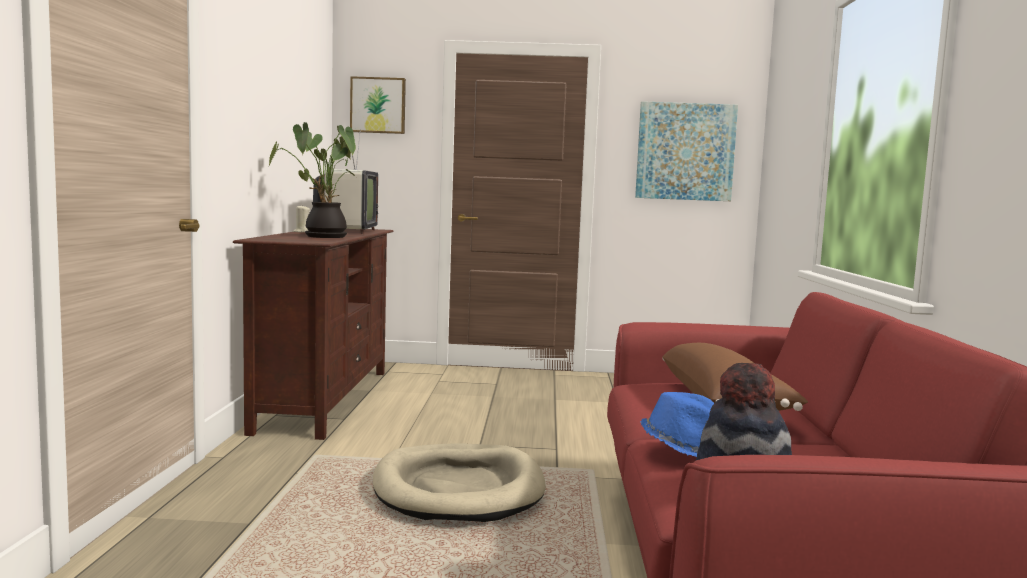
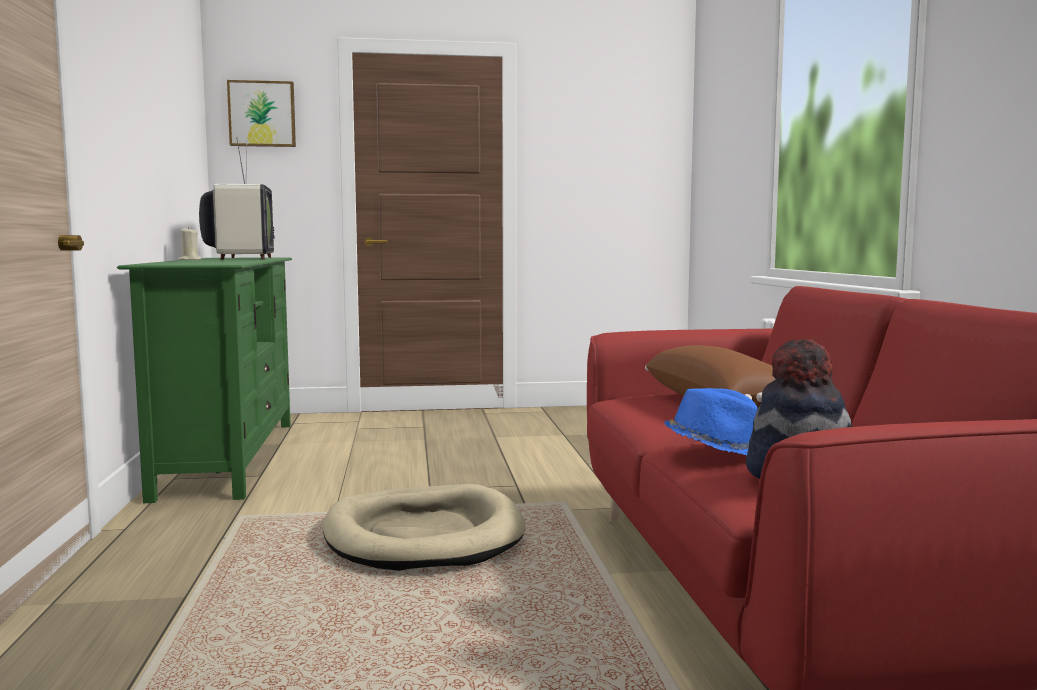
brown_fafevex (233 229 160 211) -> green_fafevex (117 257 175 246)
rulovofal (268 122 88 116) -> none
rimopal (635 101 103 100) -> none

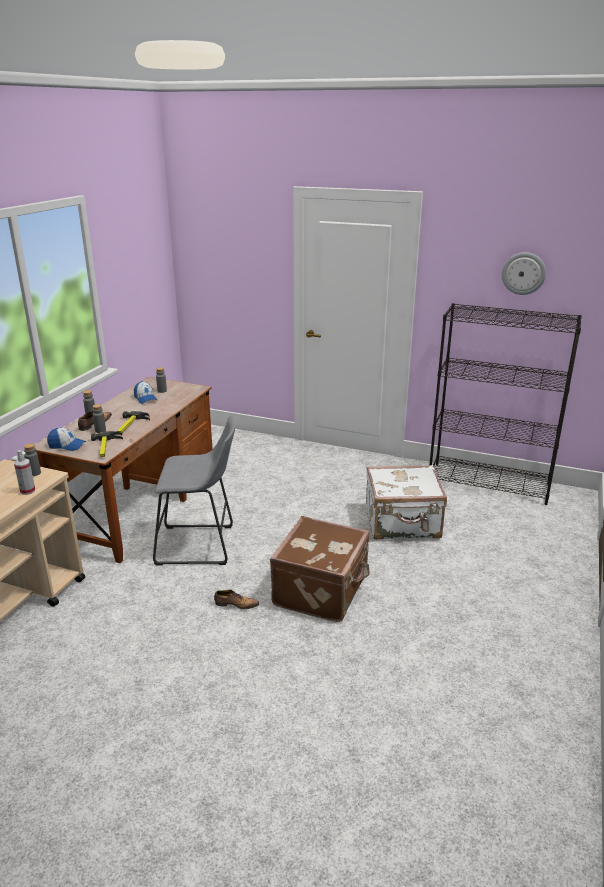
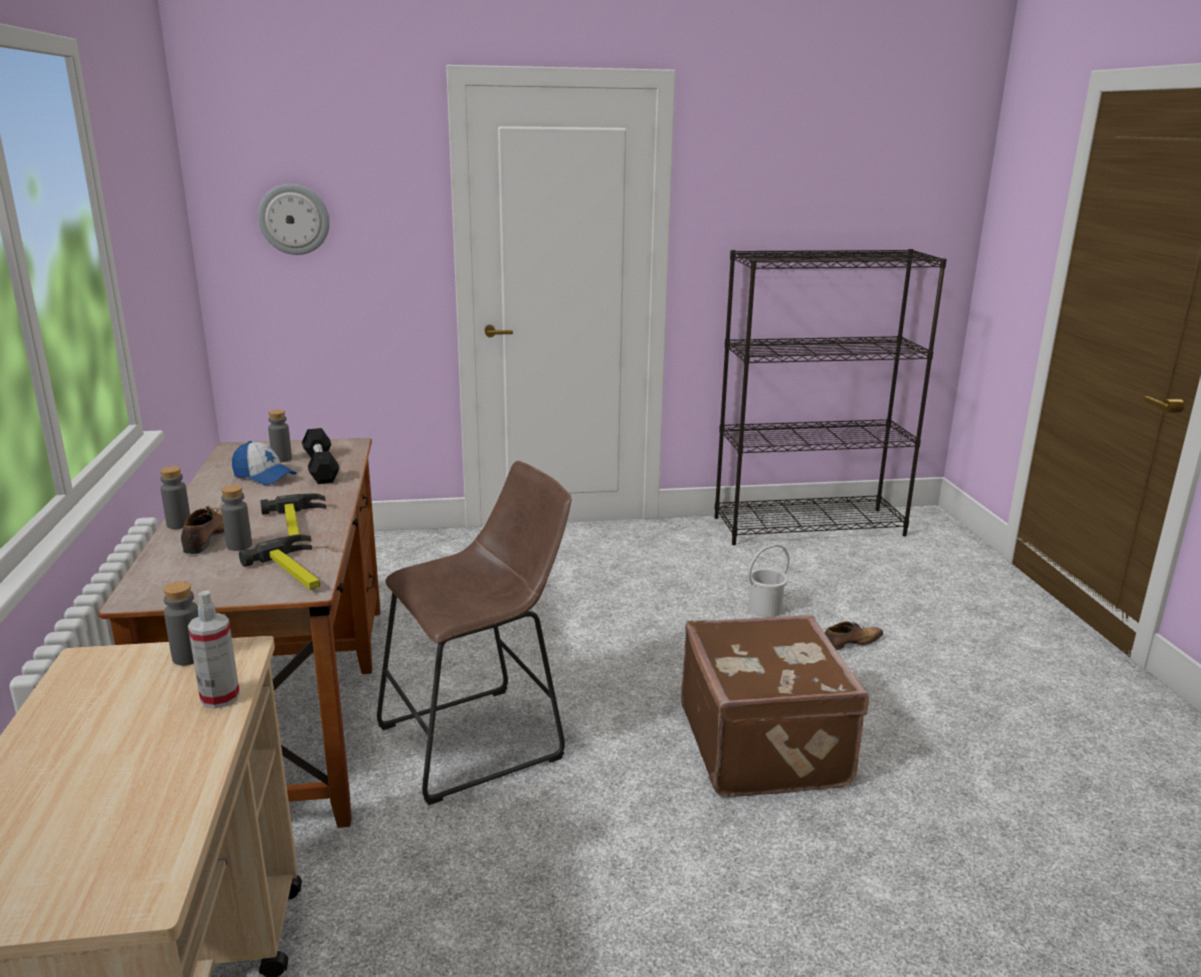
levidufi (47 428 39 23) -> none
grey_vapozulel (153 415 82 151) -> brown_vapozulel (377 461 194 344)
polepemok (214 590 45 19) -> polepemok (825 621 59 29), move
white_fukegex (366 465 81 75) -> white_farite (748 544 41 74)
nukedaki (502 252 44 43) -> nukedaki (258 184 72 71), move
none -> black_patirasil (302 428 38 56)

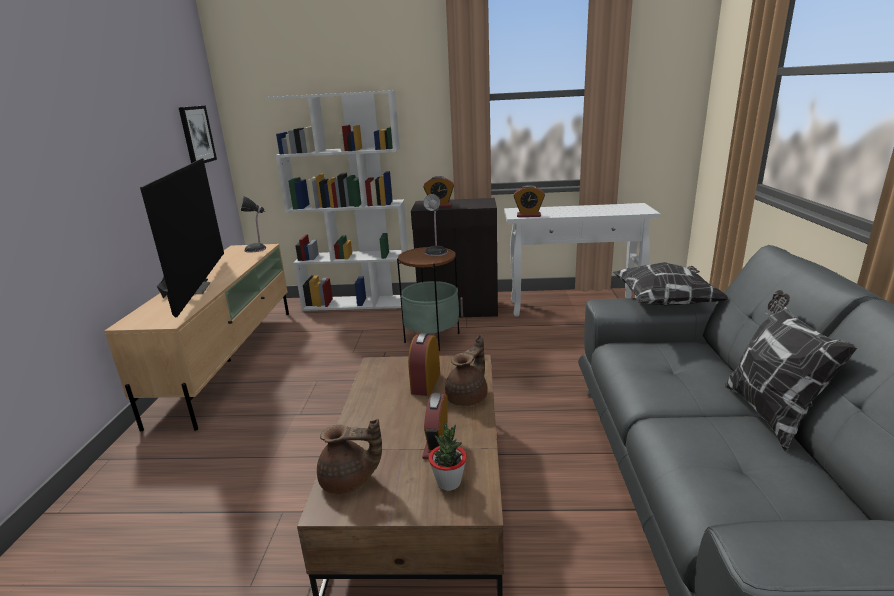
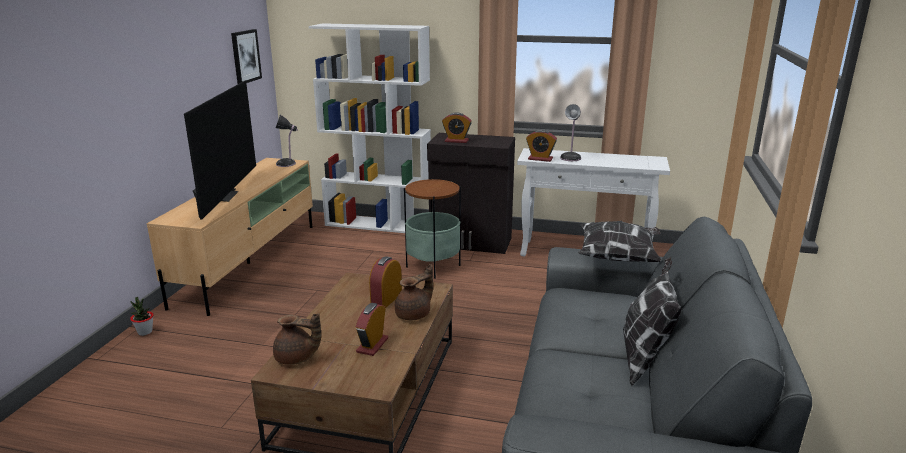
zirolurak (423 194 24 62) -> zirolurak (560 104 21 57), move
rulovofal (428 423 39 68) -> rulovofal (130 297 24 39), move

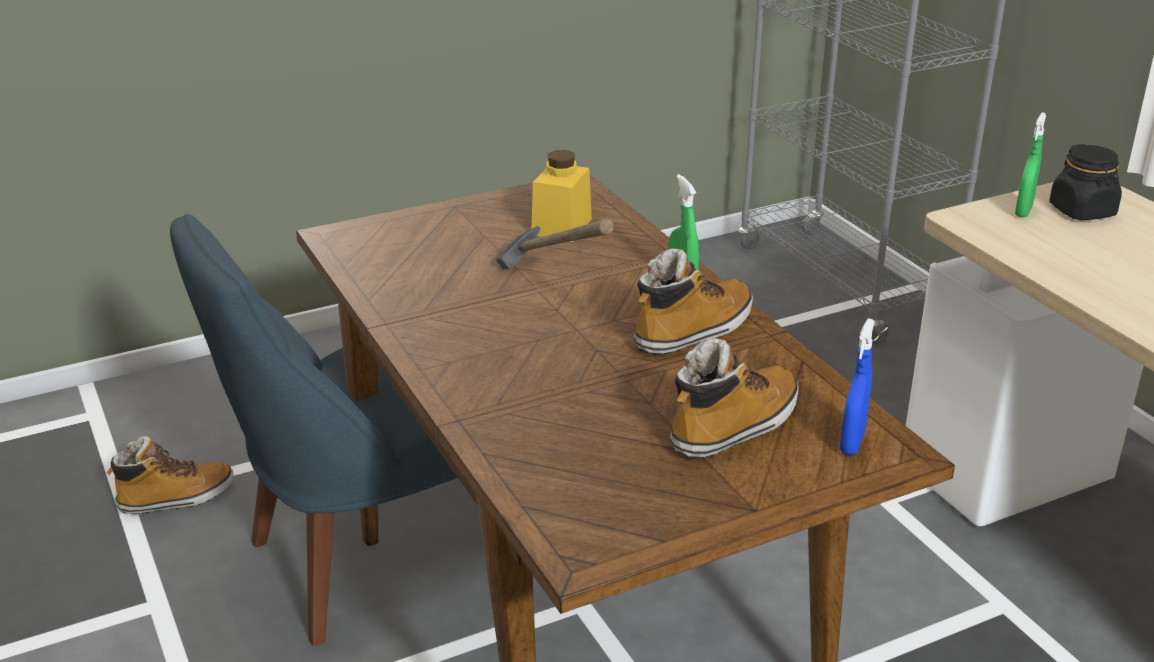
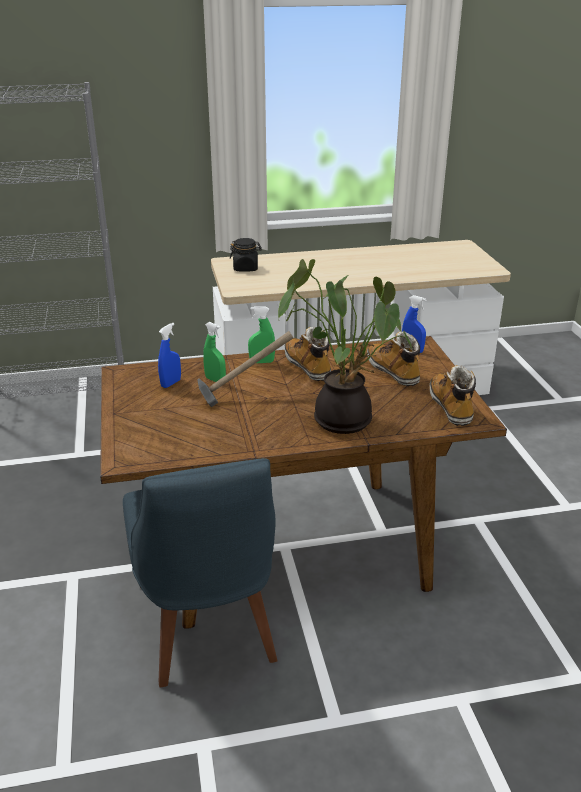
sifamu (106 436 128 78) -> sifamu (430 365 46 61), move
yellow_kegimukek (532 150 60 92) -> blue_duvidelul (158 323 23 65)
green_duvidelul (1015 113 31 104) -> green_duvidelul (203 322 23 60), move
none -> rulovofal (278 259 134 175)

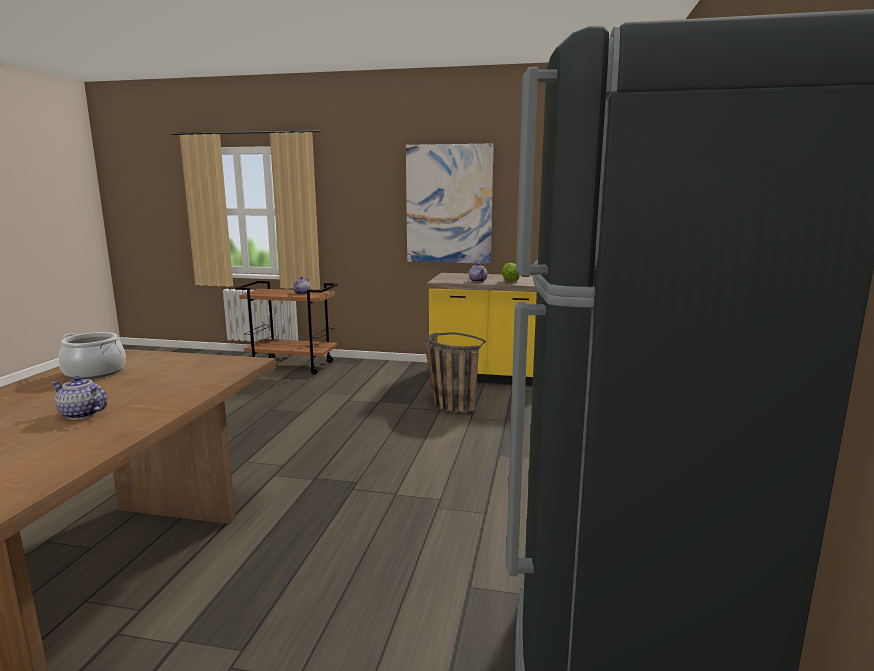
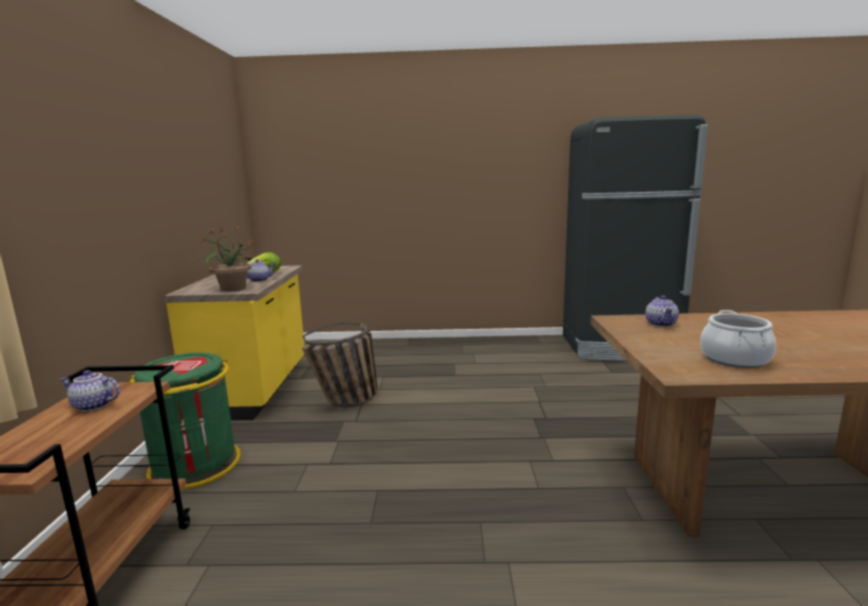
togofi (51 376 57 44) -> togofi (646 295 33 32), move
rimopal (406 144 88 120) -> none
none -> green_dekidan (128 352 113 137)
none -> rulovofal (198 226 58 65)

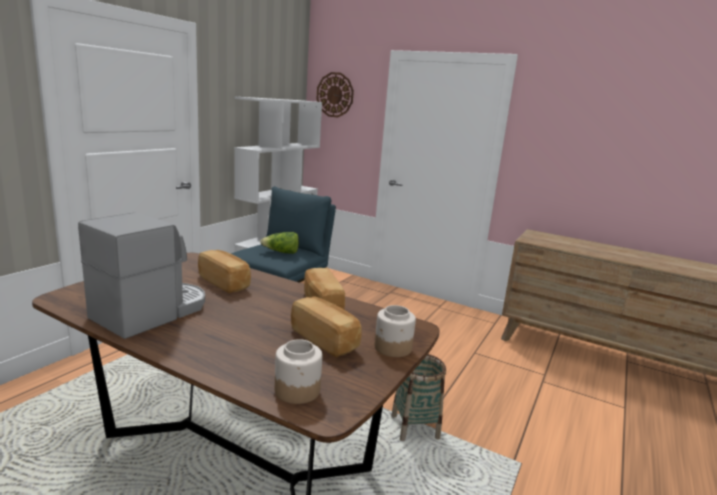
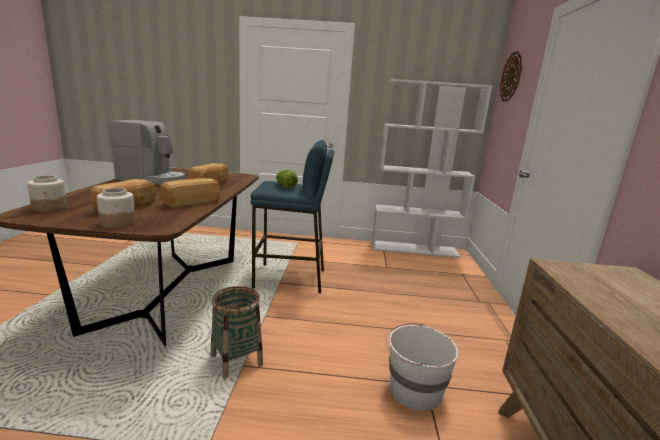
none -> white_farite (386 323 72 88)

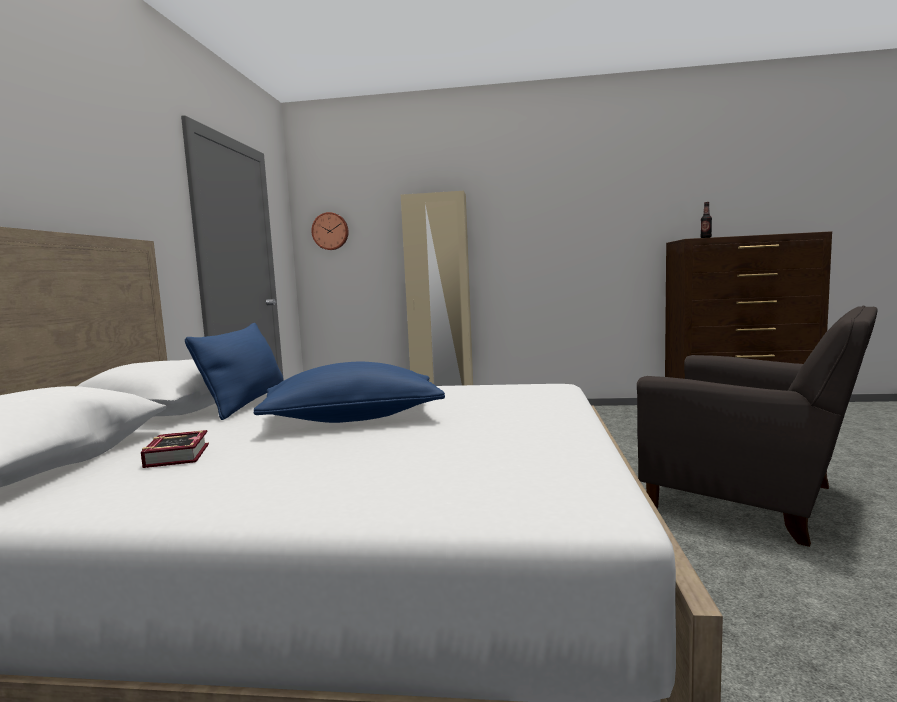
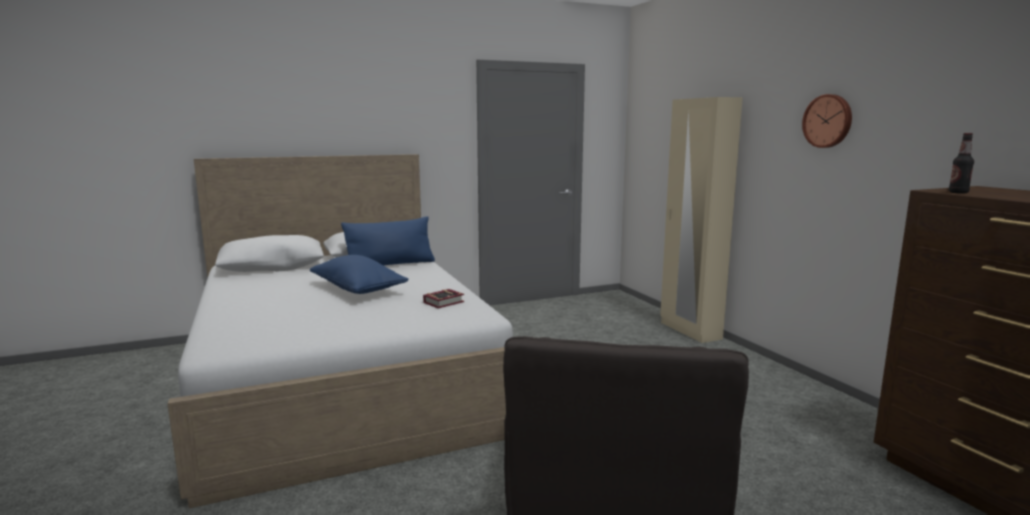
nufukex (141 430 68 38) -> nufukex (423 289 41 19), move
nukedaki (311 212 38 38) -> nukedaki (802 94 50 54), move

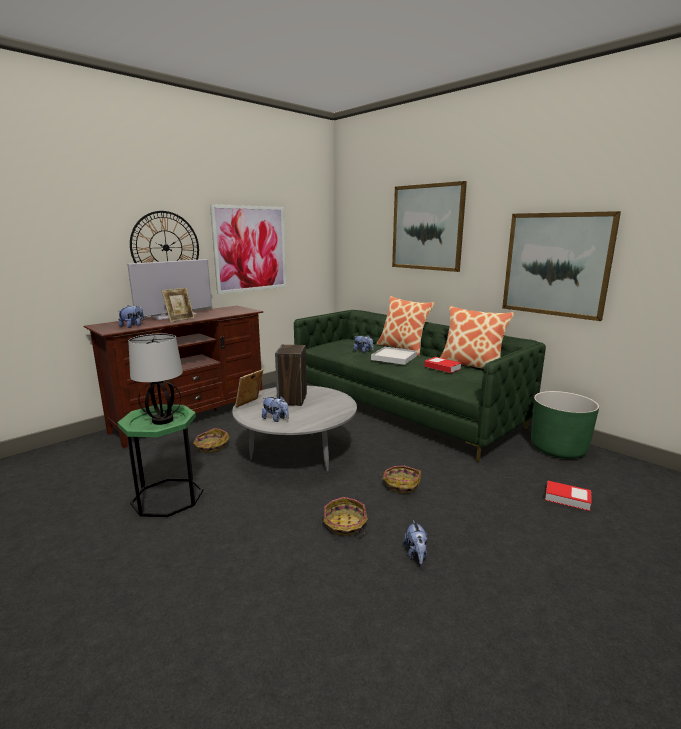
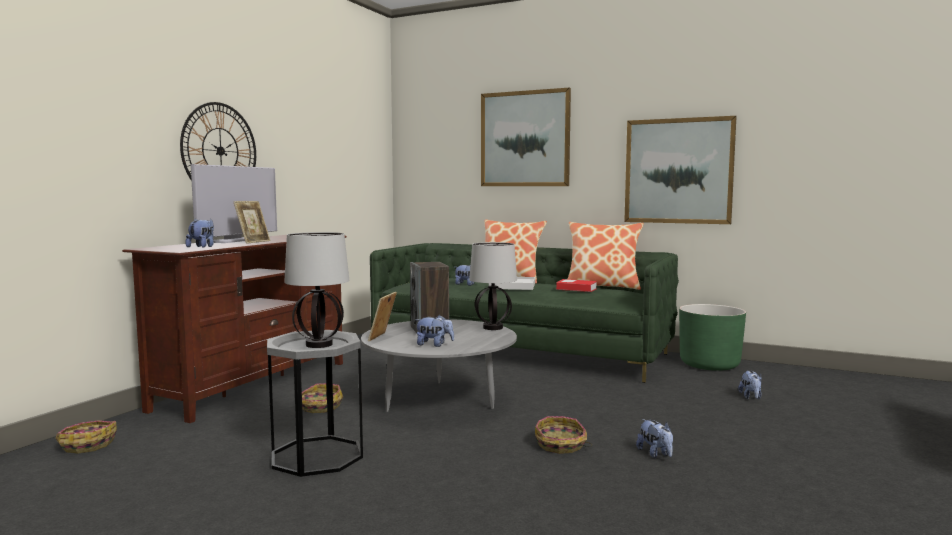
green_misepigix (117 404 87 113) -> grey_misepigix (267 330 96 147)
rimopal (210 204 76 90) -> none
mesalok (380 466 41 28) -> mesalok (55 420 62 33), move
nufukex (545 481 47 30) -> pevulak (738 370 24 29)
none -> zirolurak (469 242 48 88)

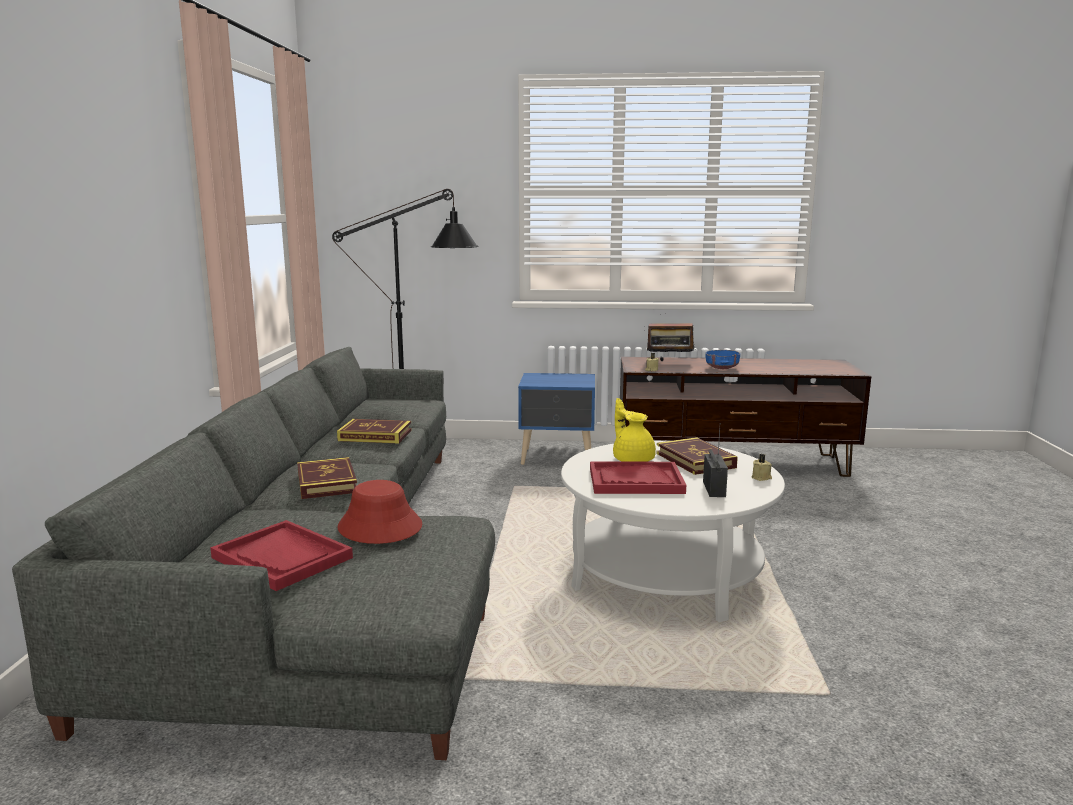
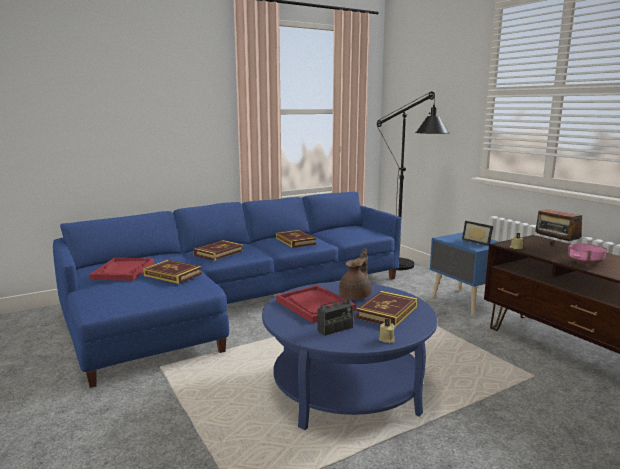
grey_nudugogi (12 347 483 413) -> blue_nudugogi (53 192 348 196)
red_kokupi (338 480 84 64) -> nufukex (143 260 59 24)
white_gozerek (561 441 224 181) -> blue_gozerek (262 282 176 148)
yellow_togofi (613 398 43 64) -> brown_togofi (339 248 33 52)
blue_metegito (705 350 35 19) -> pink_metegito (568 243 39 21)
none -> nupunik (462 221 31 25)

